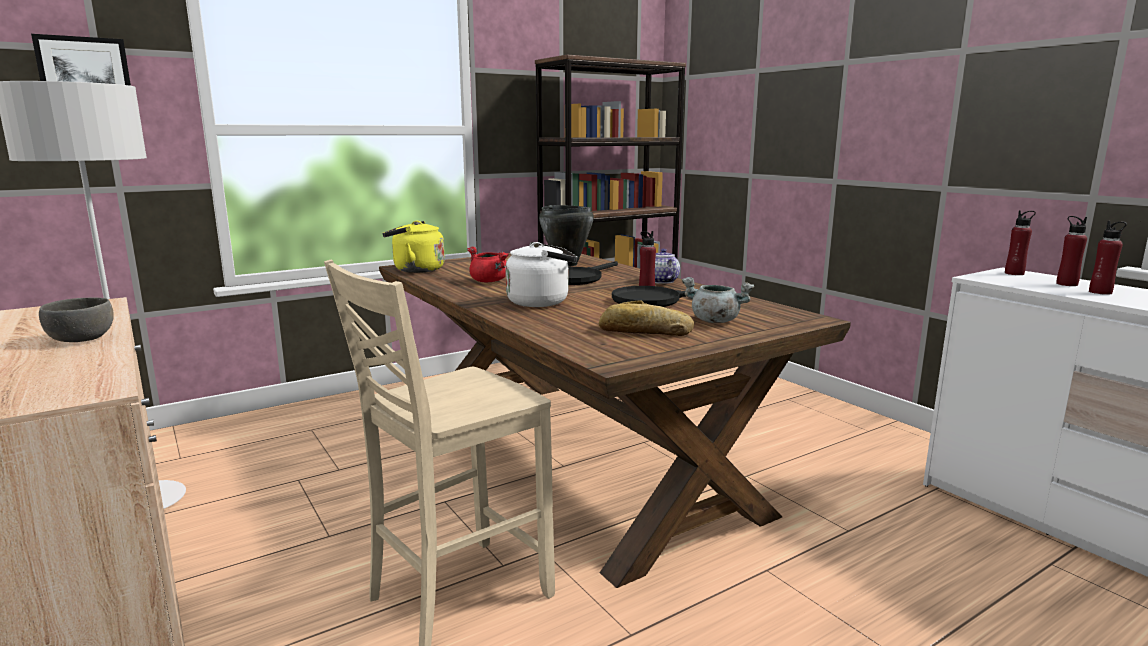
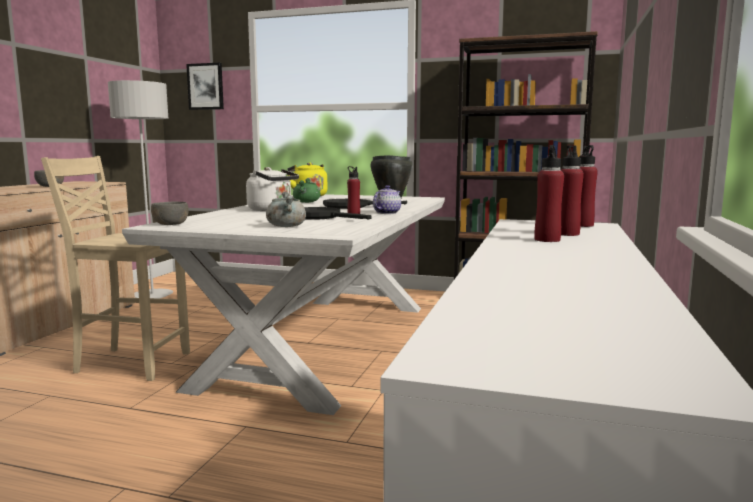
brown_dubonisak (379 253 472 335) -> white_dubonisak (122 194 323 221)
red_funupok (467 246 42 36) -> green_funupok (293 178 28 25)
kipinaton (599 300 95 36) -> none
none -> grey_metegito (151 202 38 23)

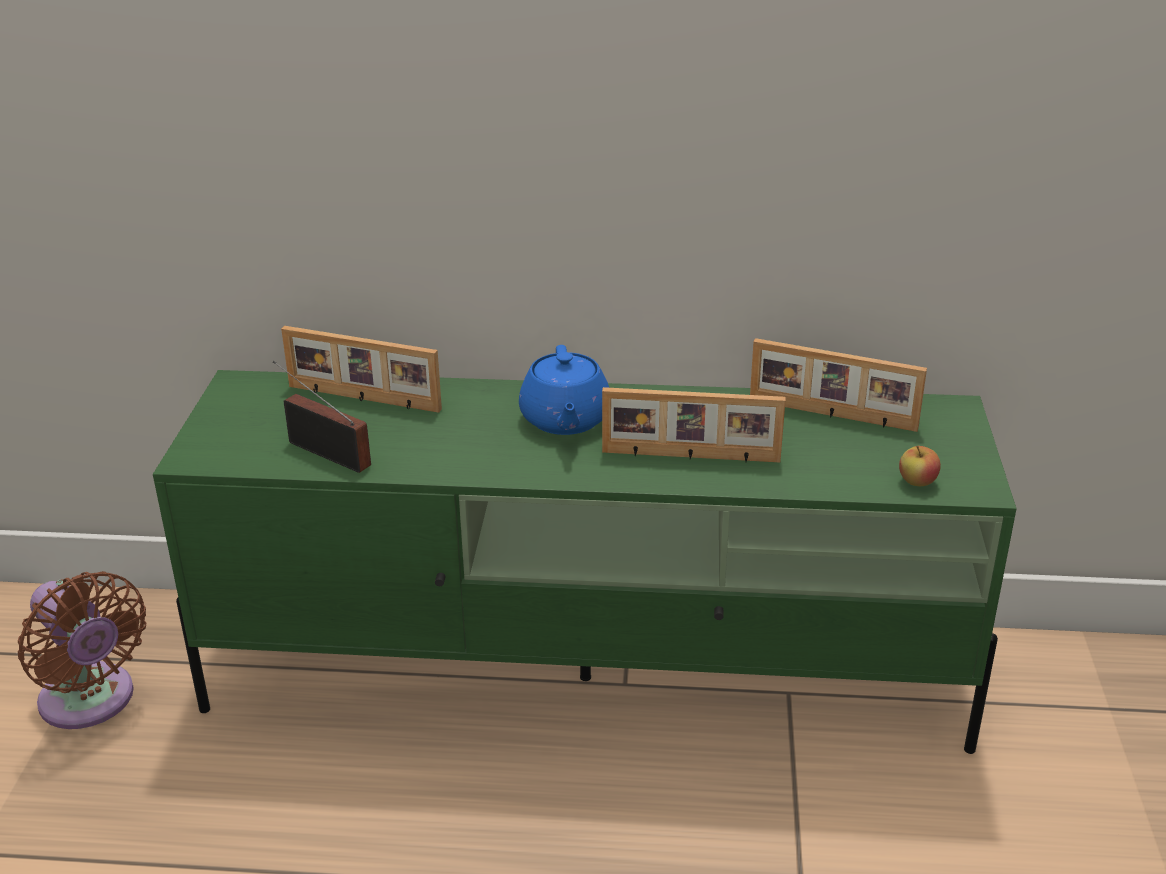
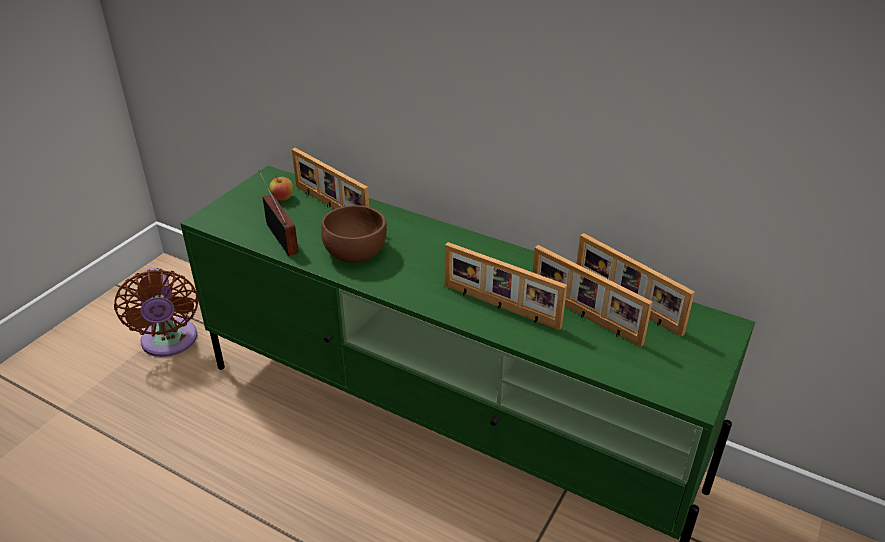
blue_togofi (519 345 90 90) -> none
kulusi (899 446 42 40) -> kulusi (269 175 24 26), move
none -> brown_metegito (321 205 66 58)
none -> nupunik (532 245 121 102)

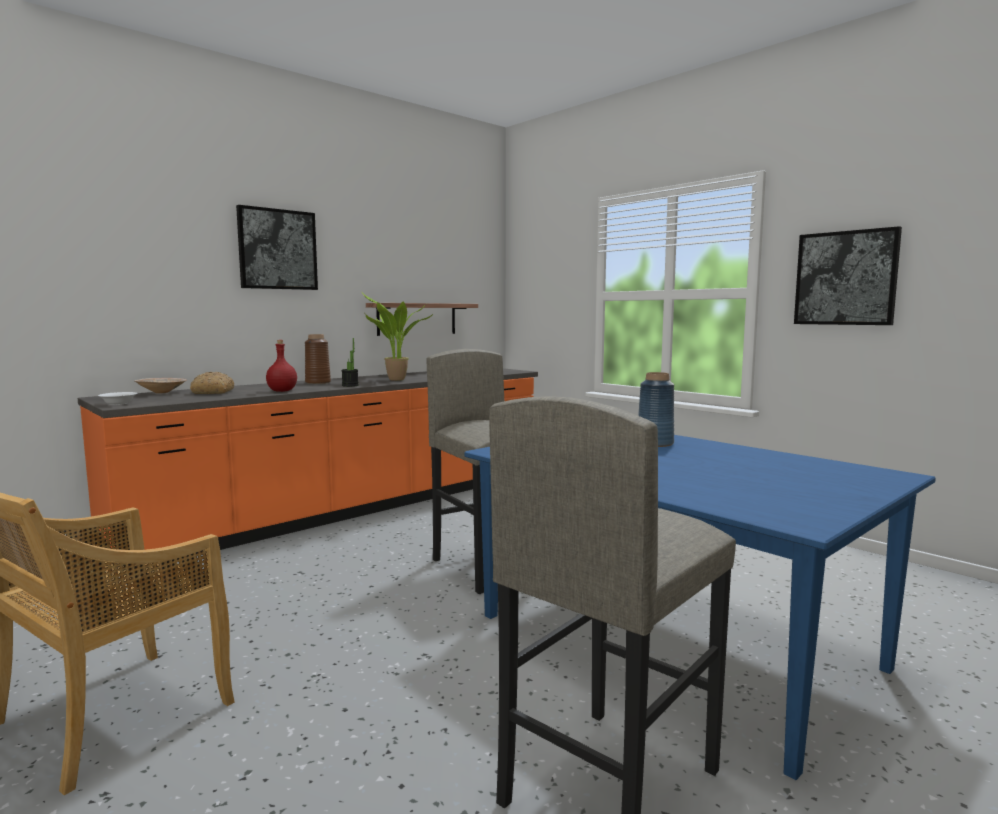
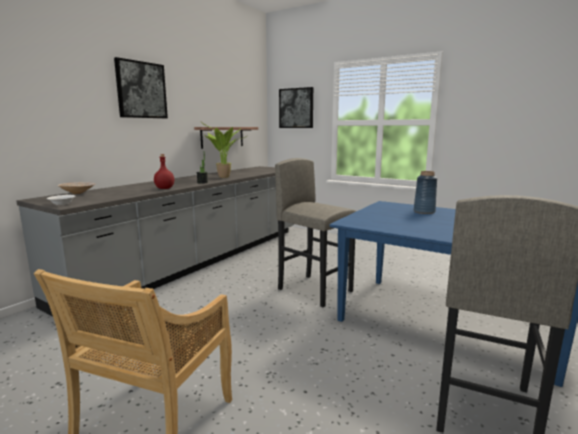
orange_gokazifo (77 368 461 186) -> grey_gokazifo (16 166 278 150)
kipinaton (190 372 44 22) -> none
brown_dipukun (305 334 26 50) -> none
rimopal (794 226 108 99) -> rimopal (279 87 34 41), move

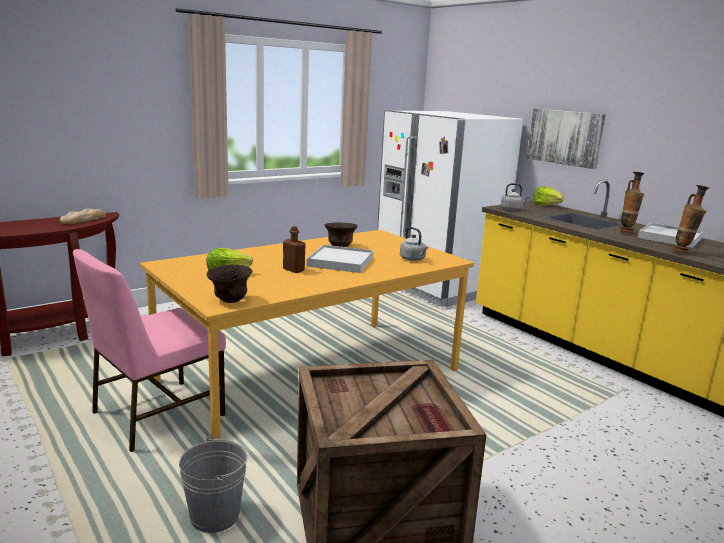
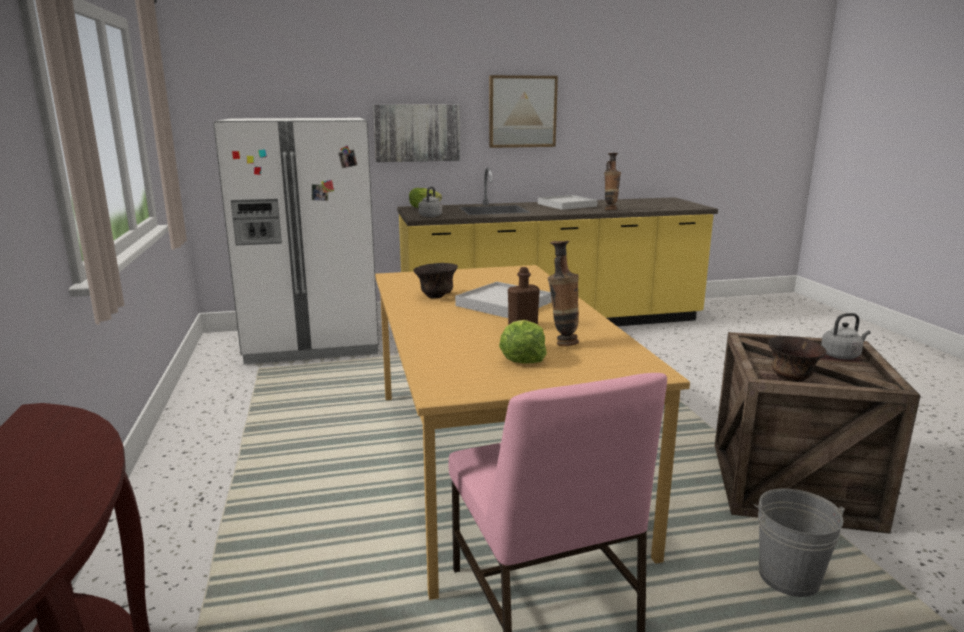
kipinaton (59 208 47 16) -> none
brown_metegito (207 265 45 38) -> brown_metegito (768 336 59 46), move
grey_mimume (400 227 28 34) -> grey_mimume (821 313 50 46), move
dipukun (619 172 26 61) -> dipukun (548 241 31 105), move
none -> rimopal (489 75 69 73)

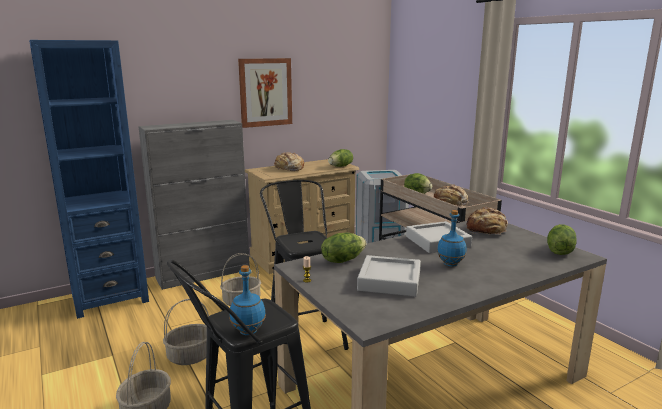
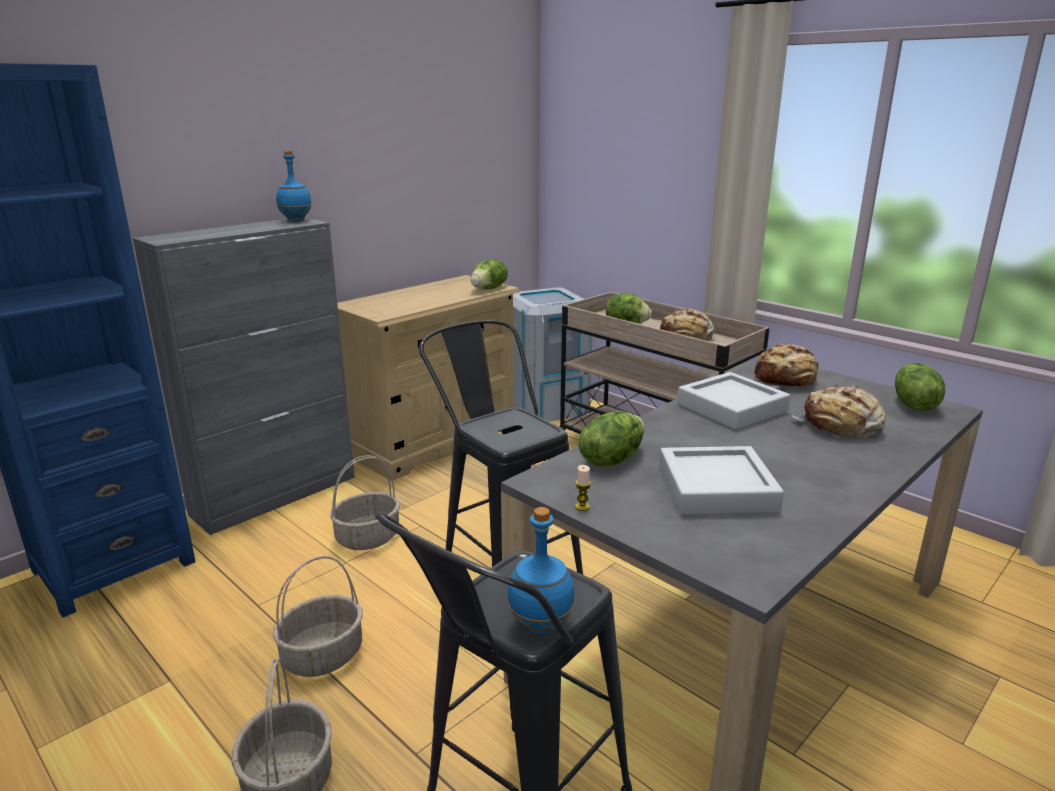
rimopal (238 58 54 70) -> none
kipinaton (274 152 30 19) -> kipinaton (792 385 94 54), move
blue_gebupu (437 210 29 57) -> blue_gebupu (276 151 36 71), move

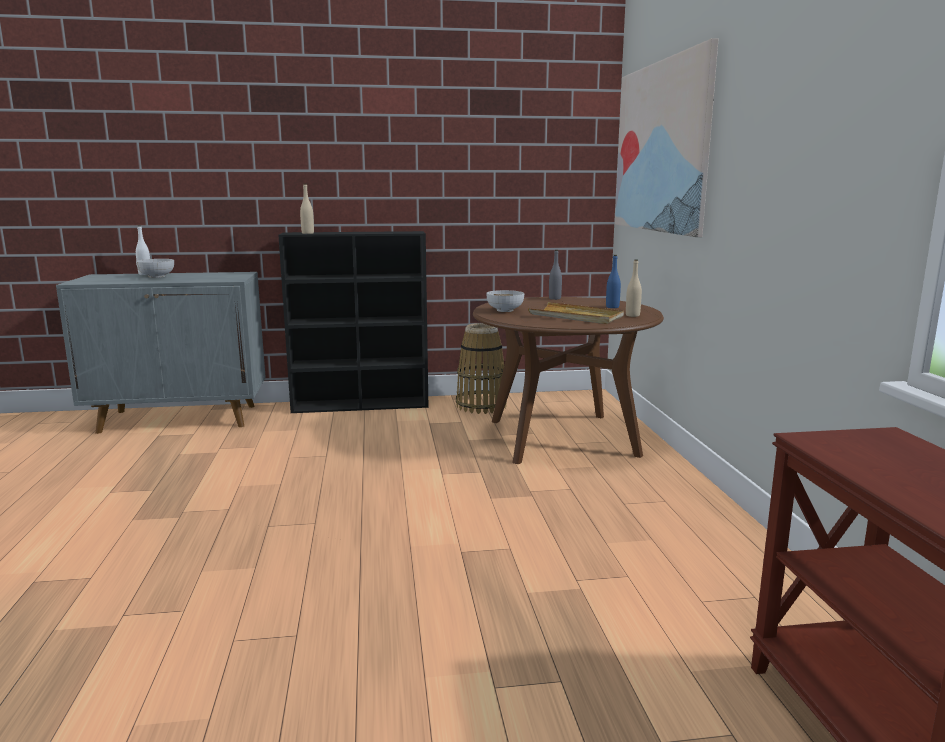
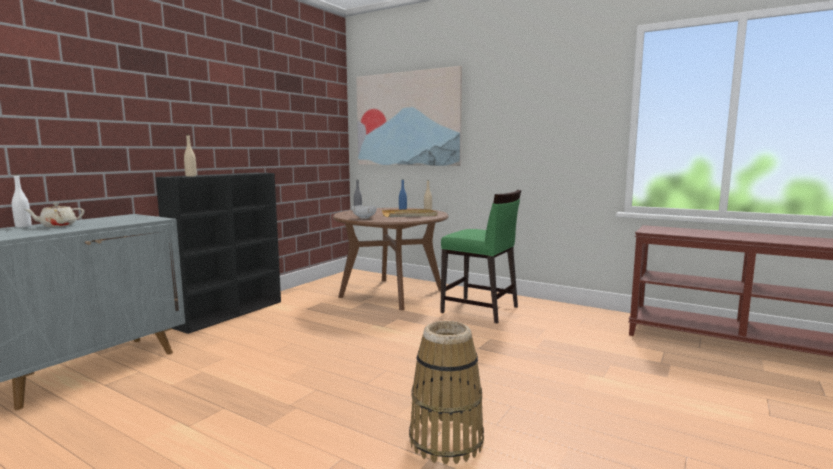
metegito (136 259 38 19) -> beige_togofi (24 203 60 24)
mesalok (456 323 51 91) -> mesalok (409 321 75 143), move
none -> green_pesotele (440 190 81 133)

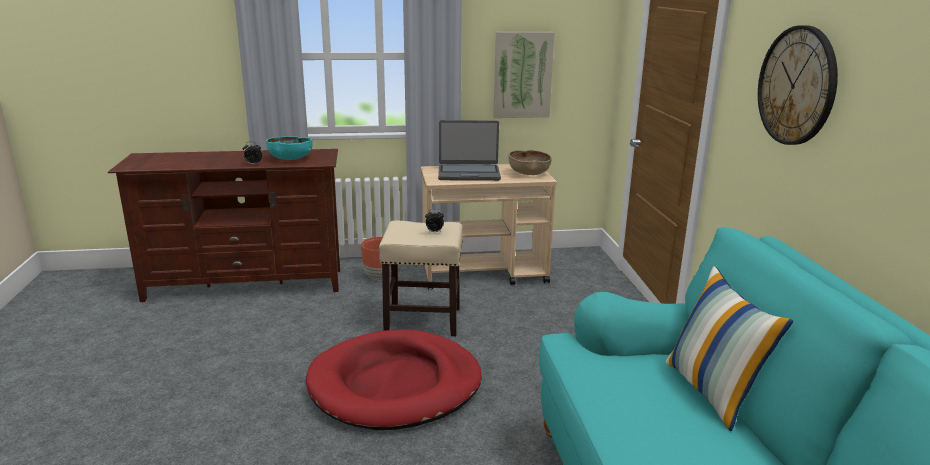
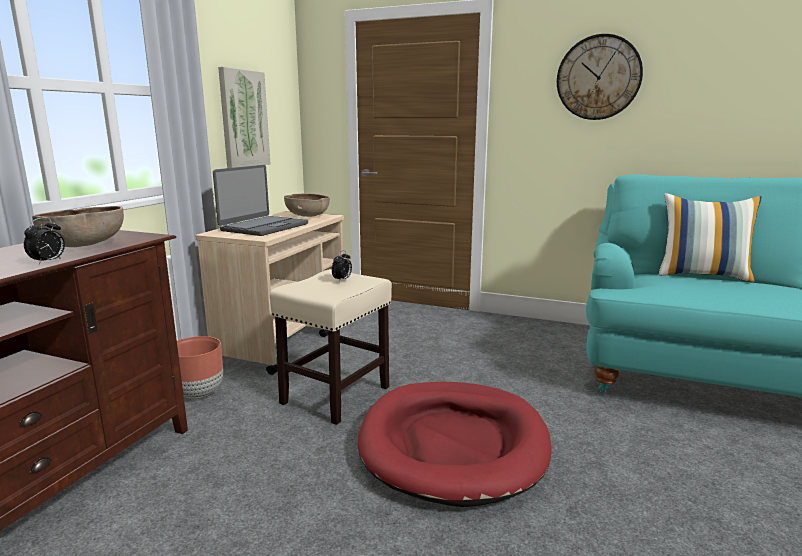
turquoise_metegito (266 136 47 24) -> brown_metegito (32 206 92 41)

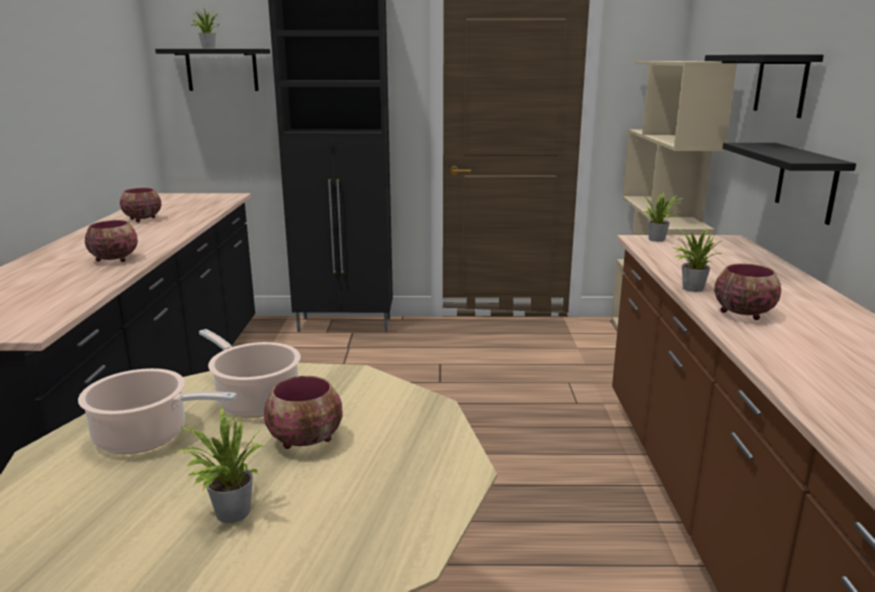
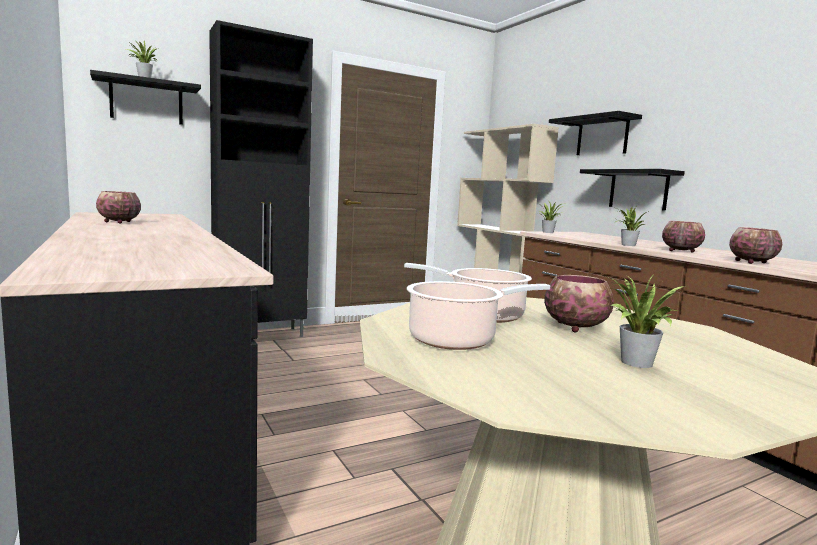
metegito (85 220 53 42) -> metegito (729 227 53 37), move

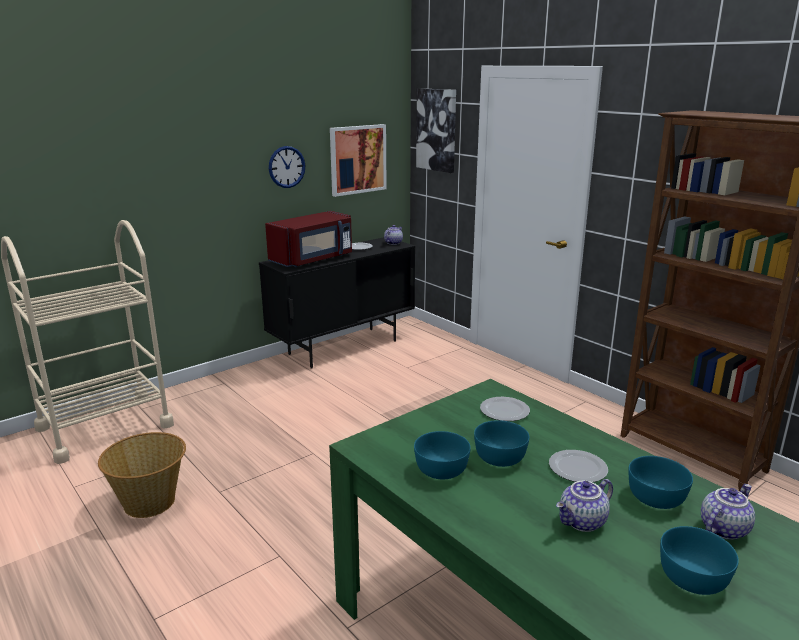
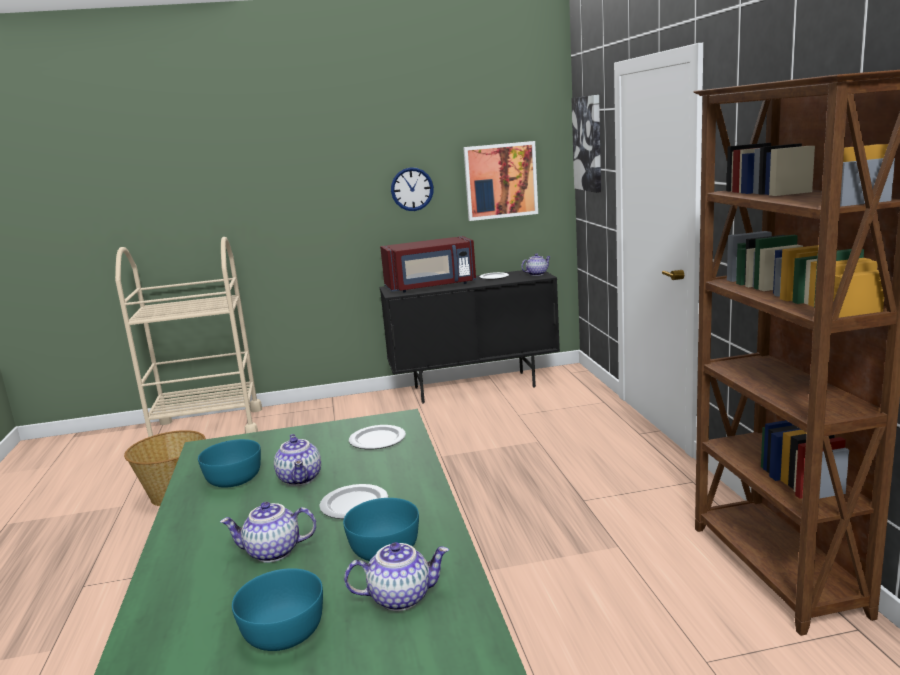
turquoise_metegito (474 420 55 47) -> togofi (274 434 47 52)

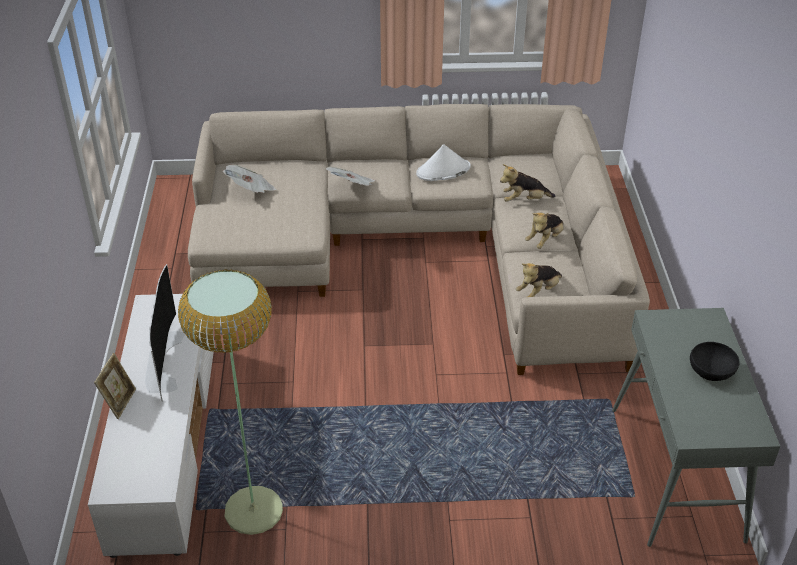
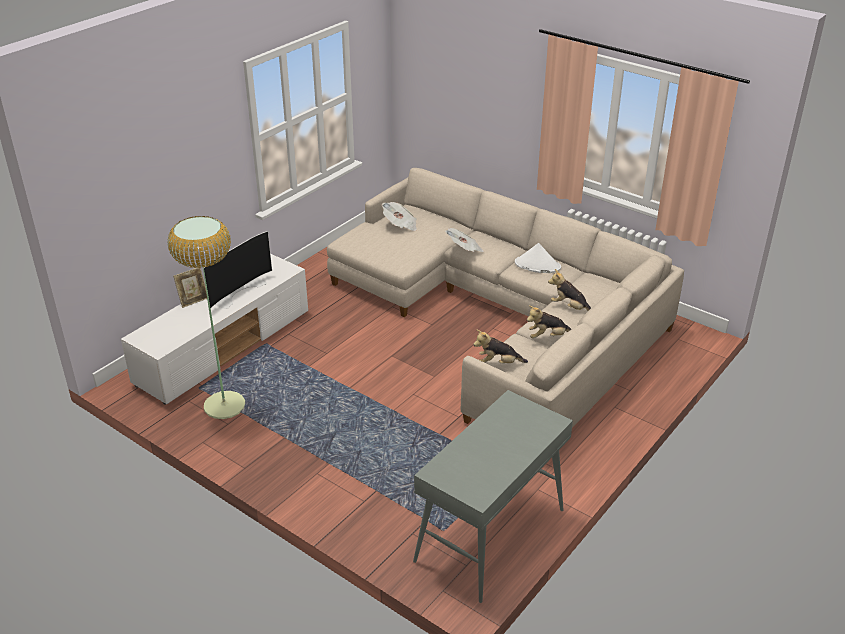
black_metegito (690 342 50 39) -> none

